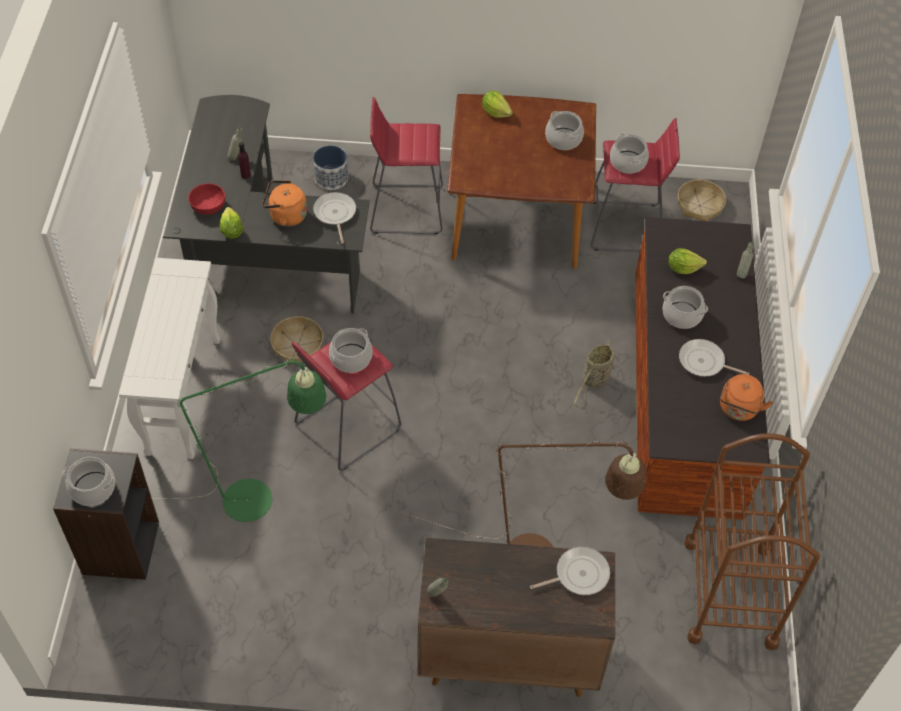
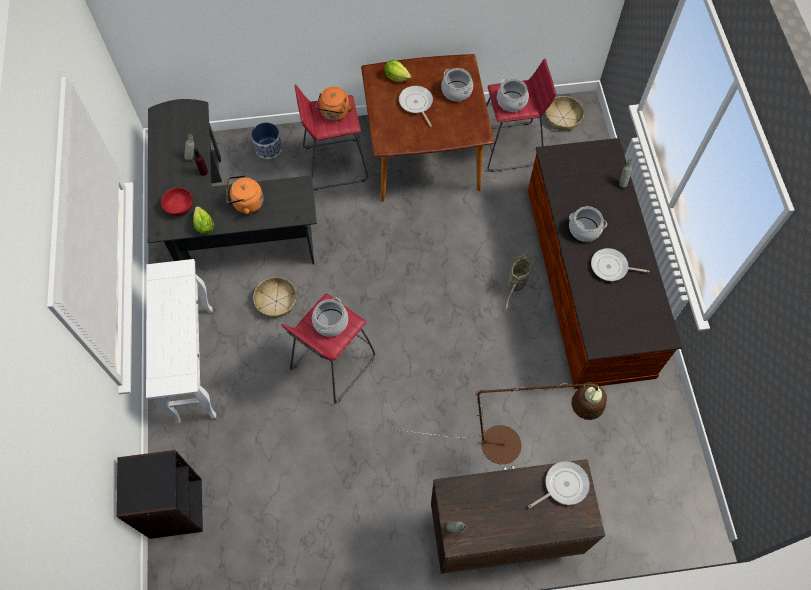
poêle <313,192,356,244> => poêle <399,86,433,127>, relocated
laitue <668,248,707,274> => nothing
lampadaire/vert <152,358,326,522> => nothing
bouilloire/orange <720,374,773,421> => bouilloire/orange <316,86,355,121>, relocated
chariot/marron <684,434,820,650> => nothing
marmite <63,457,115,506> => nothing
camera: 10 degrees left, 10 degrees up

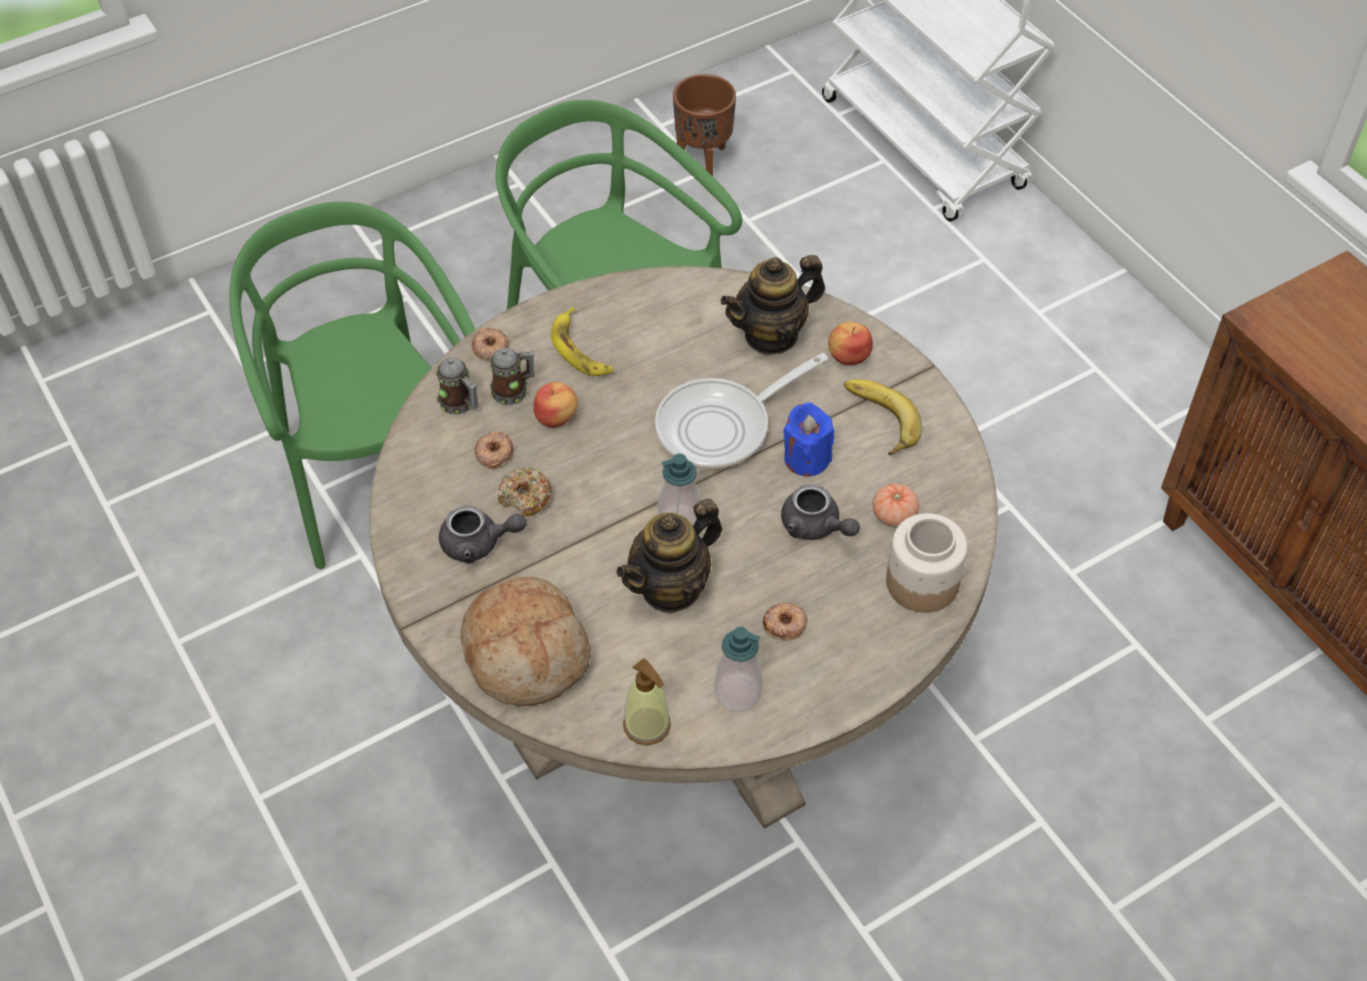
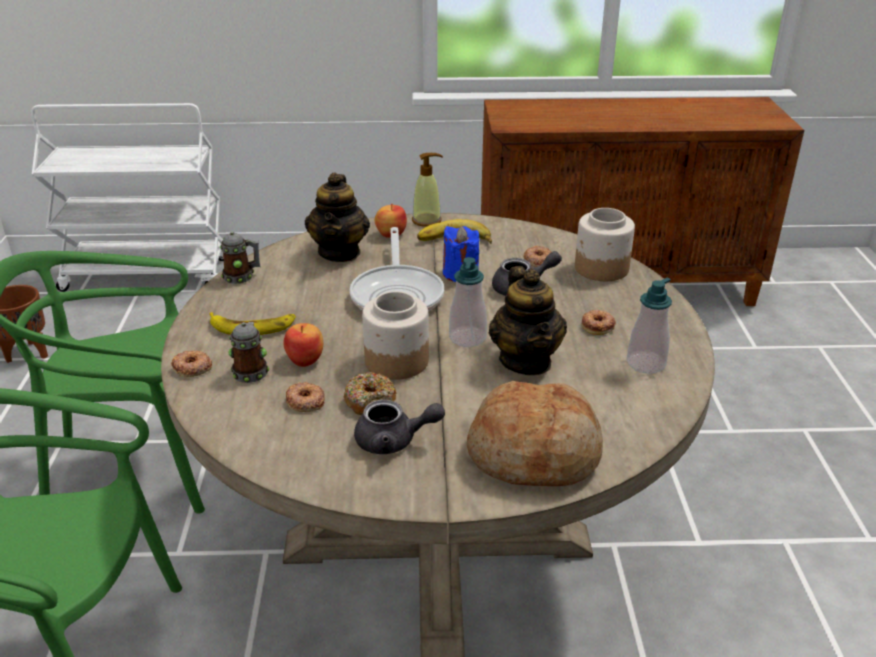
mug <436,357,479,414> => mug <220,232,261,284>, relocated
tomate <872,484,919,527> => beignet <524,246,551,267>
théière/gris <439,505,527,563> => théière/gris <354,400,445,454>, 60 degrees clockwise
distributeur de savon <623,658,671,745> => distributeur de savon <412,153,443,227>, relocated
nothing => bocal <362,291,429,380>
camera: 60 degrees left, 20 degrees down

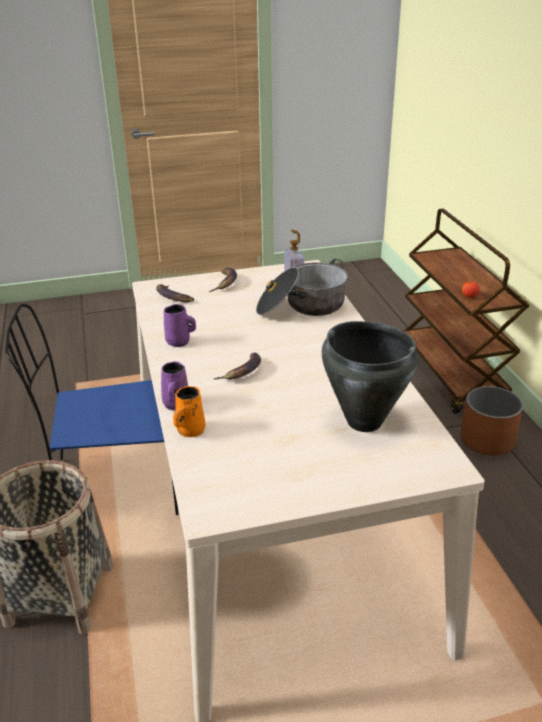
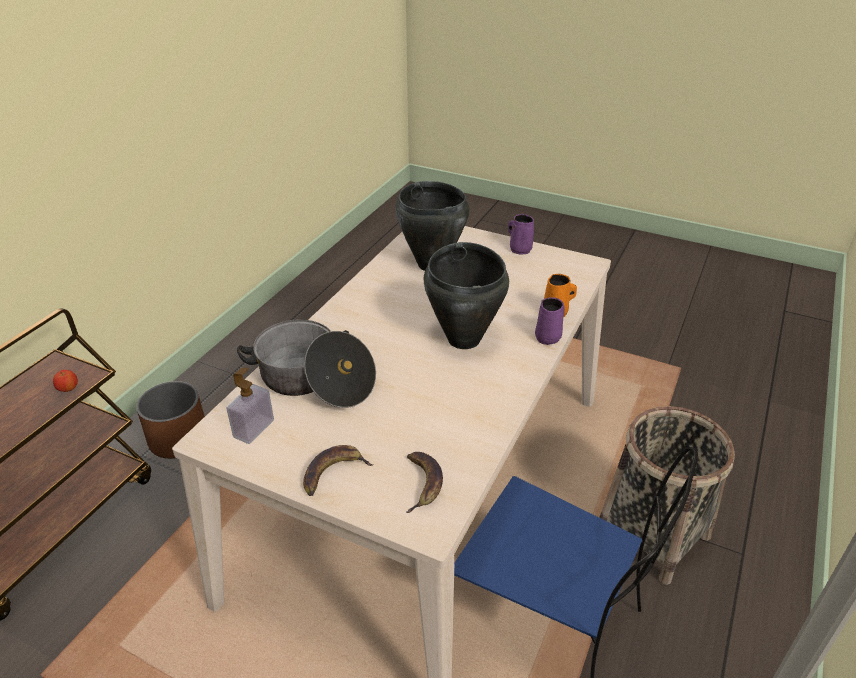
mug/violet <164,304,196,347> => mug/violet <508,214,534,255>, relocated
banane <213,352,261,380> => marmite/noir <424,242,509,349>
camera: 140 degrees left, 5 degrees up

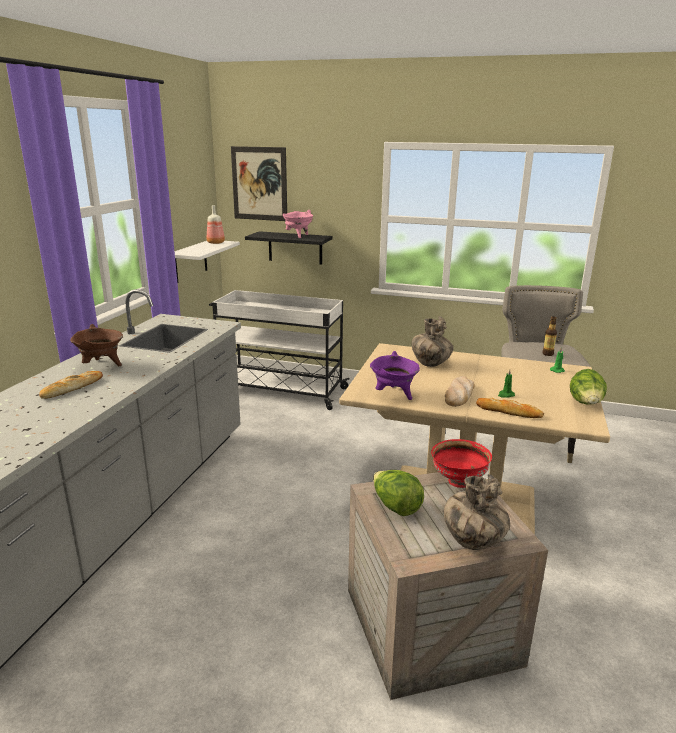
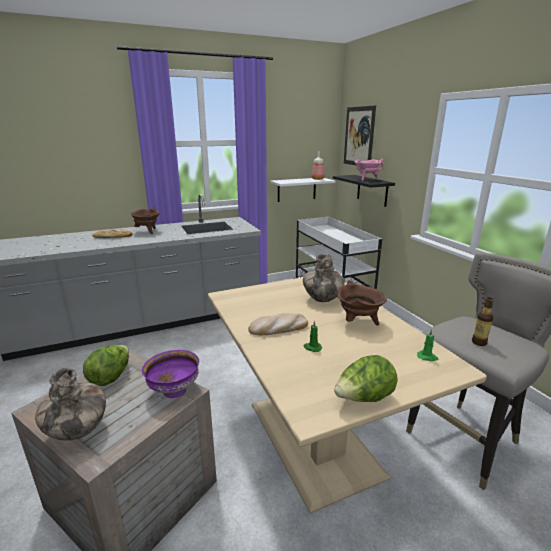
marmite/violet <370,351,420,400> => nothing
pain <476,398,544,418> => nothing
bol/rouge <431,439,492,488> => bol/violet <142,350,199,398>
nothing => marmite/marron <337,280,387,325>
camera: 50 degrees right, 0 degrees up

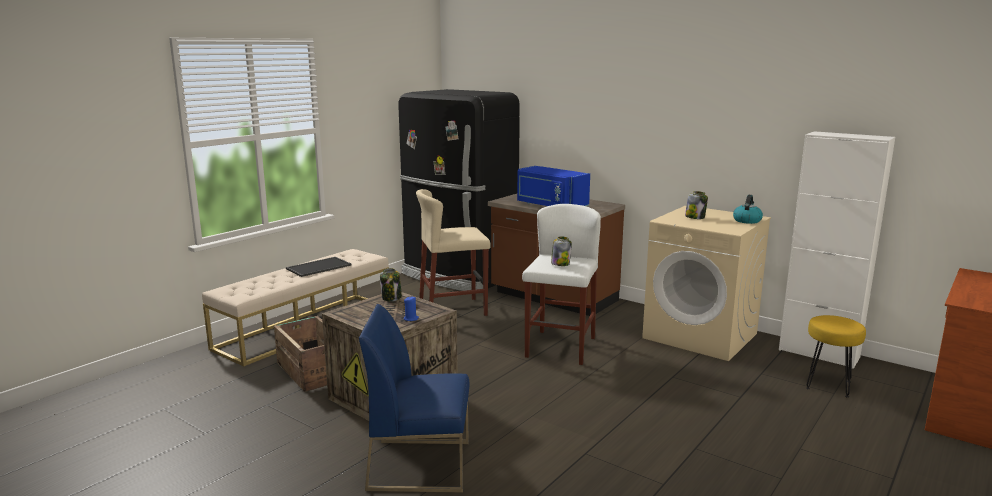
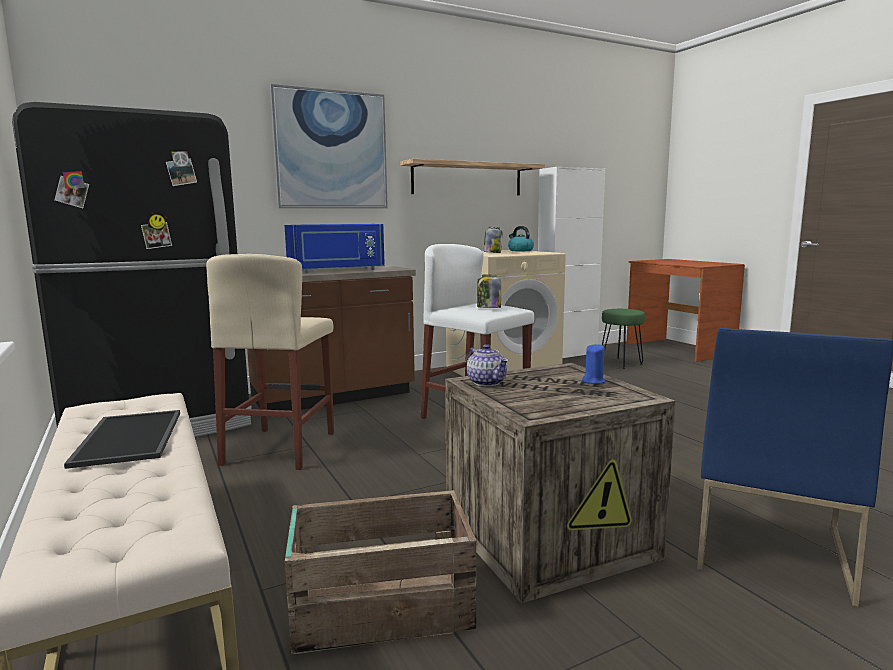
bocal <380,268,402,301> => théière <467,344,509,386>
tabouret/jaune <806,315,866,398> => tabouret/vert <602,309,645,369>
nothing => tableau <270,84,388,208>
nothing => étagère <400,159,545,195>
camera: 65 degrees left, 5 degrees down

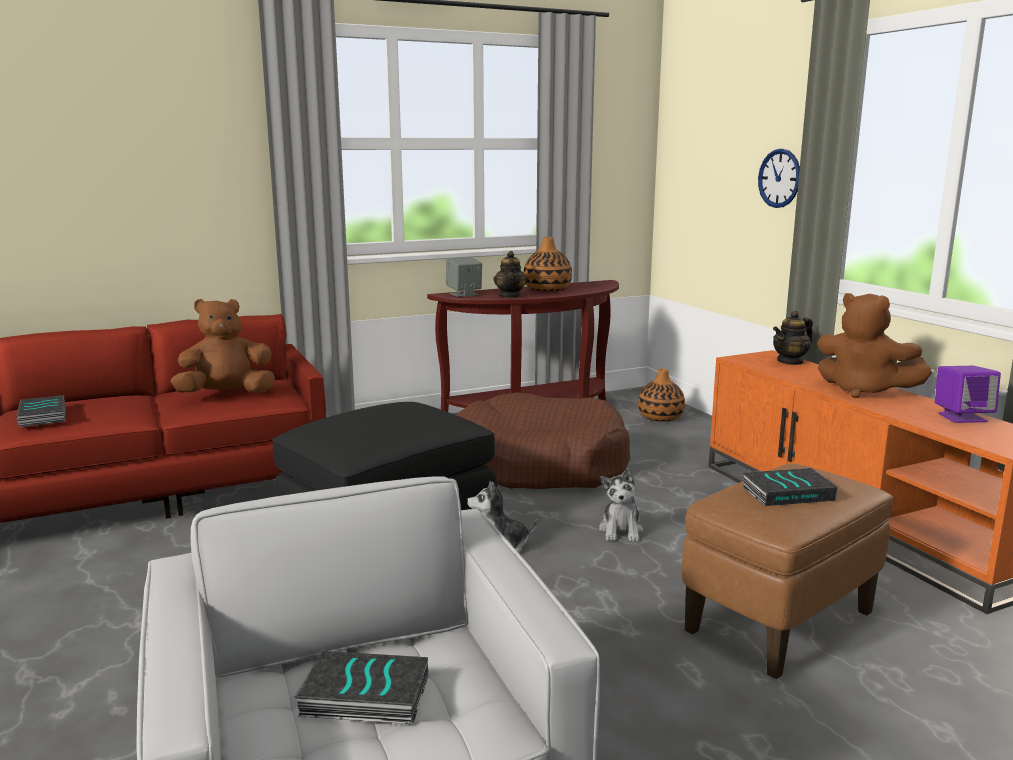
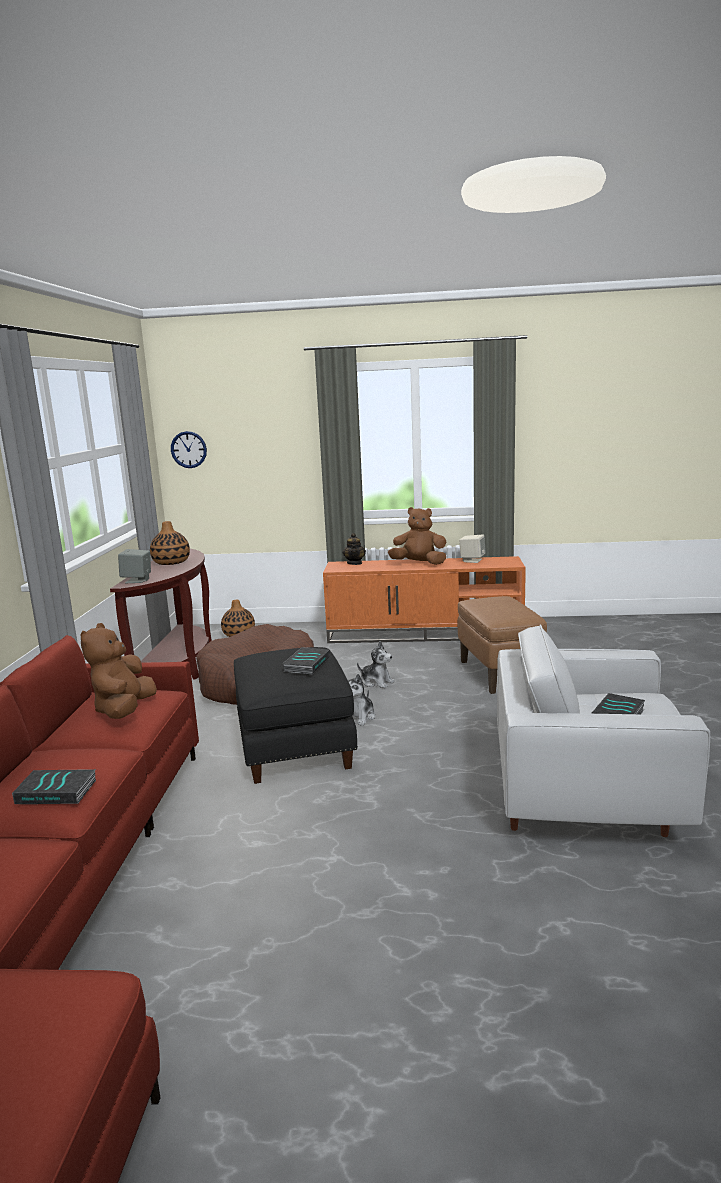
horloge murale <758,149,800,208> => horloge murale <171,431,207,468>, relocated
théière <493,251,527,298> => nothing
peluche/marron <817,293,932,398> => peluche/marron <388,507,447,565>, 150 degrees counterclockwise
enceinte/violet <935,366,1001,423> => enceinte/beige <459,535,486,563>
livre <742,468,837,506> => livre <282,647,330,675>, relocated
camera: 60 degrees left, 0 degrees up

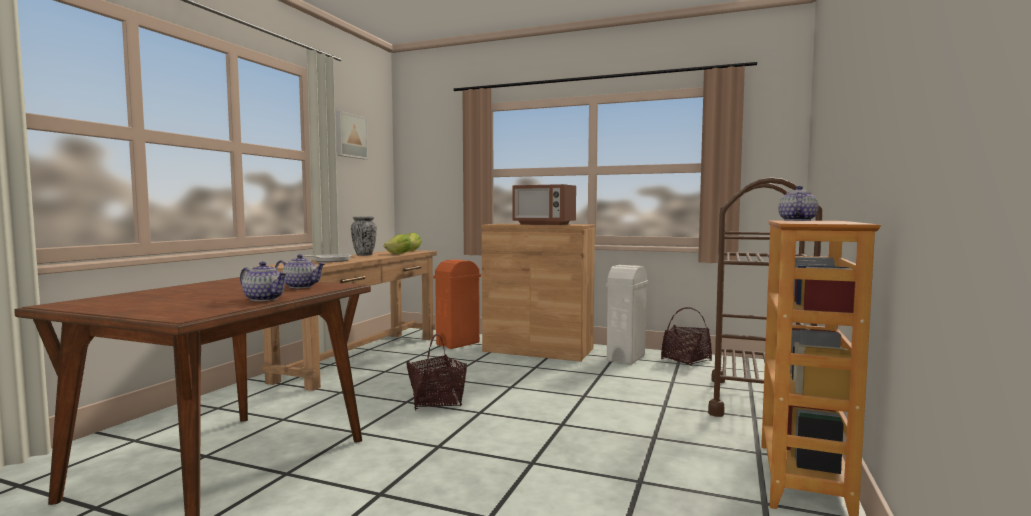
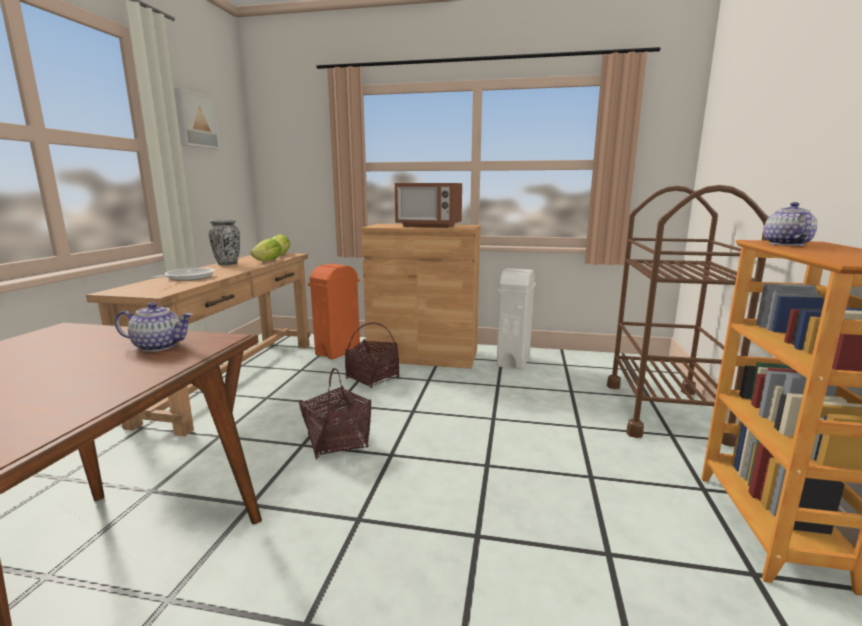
théière <240,262,287,301> => nothing
panier <661,307,712,366> => panier <345,322,399,388>, relocated
camera: 10 degrees left, 10 degrees up

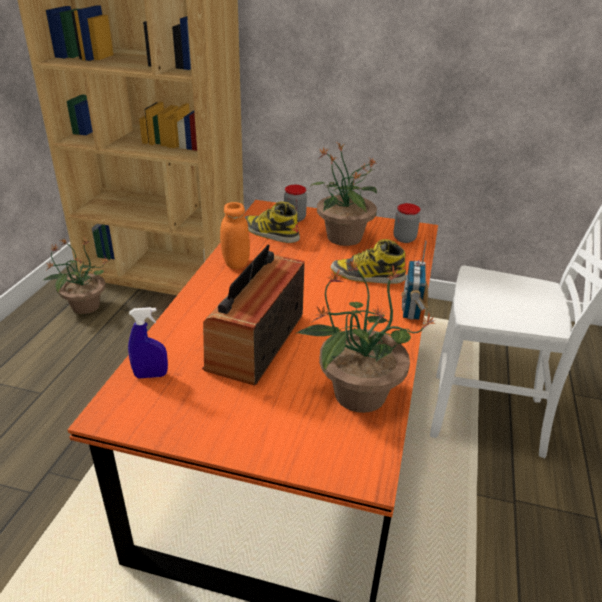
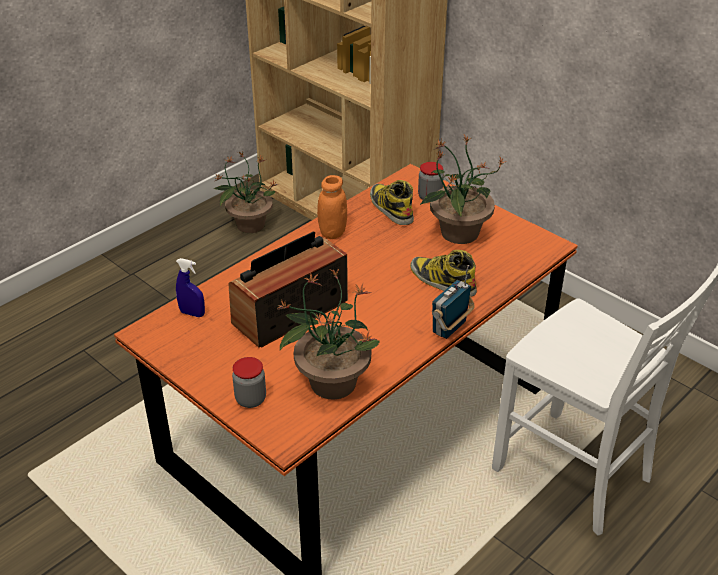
bocal <393,203,420,243> => bocal <232,357,266,408>, relocated
camera: 30 degrees right, 5 degrees up

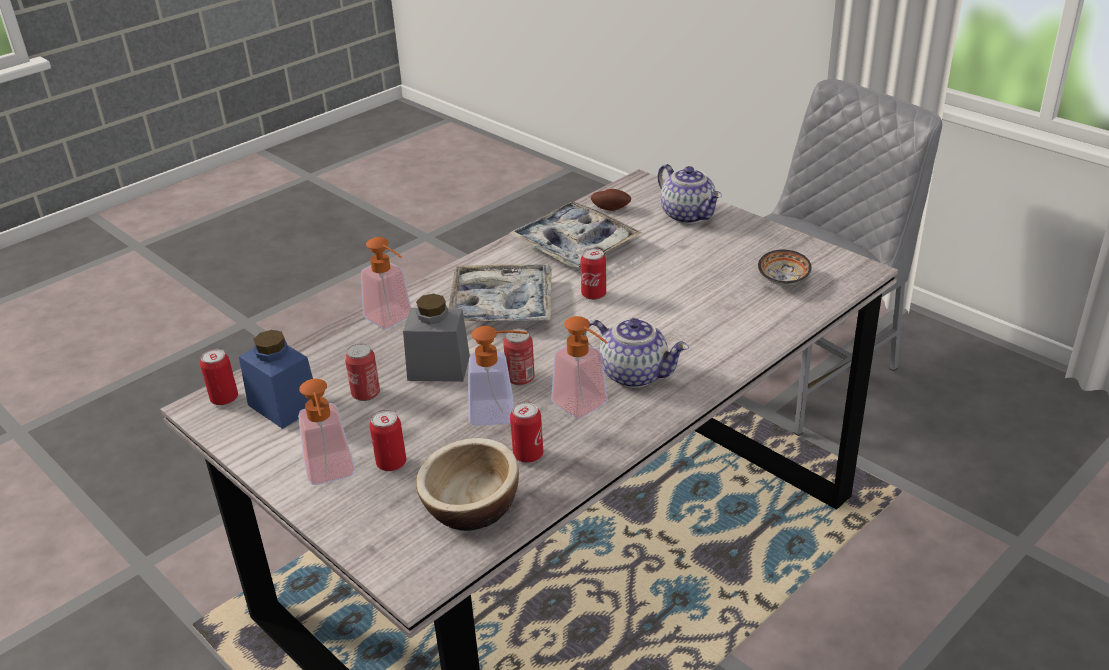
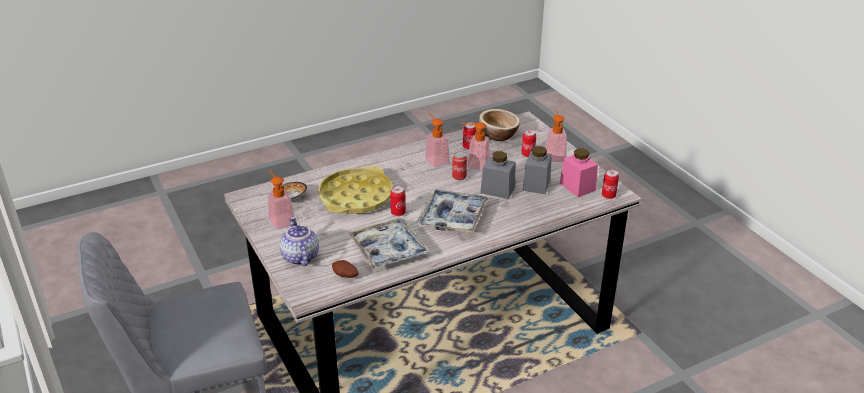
distributeur de savon <361,237,412,329> => distributeur de savon <268,170,295,230>, relocated
théière <582,318,689,388> => nothing
bocal/bleu <239,330,313,429> => bocal/rose <560,148,598,197>
boîte métallique <345,344,380,401> => bocal/gris <523,146,552,194>
nothing => plateau/jaune <318,166,393,214>
camera: 165 degrees left, 0 degrees up

